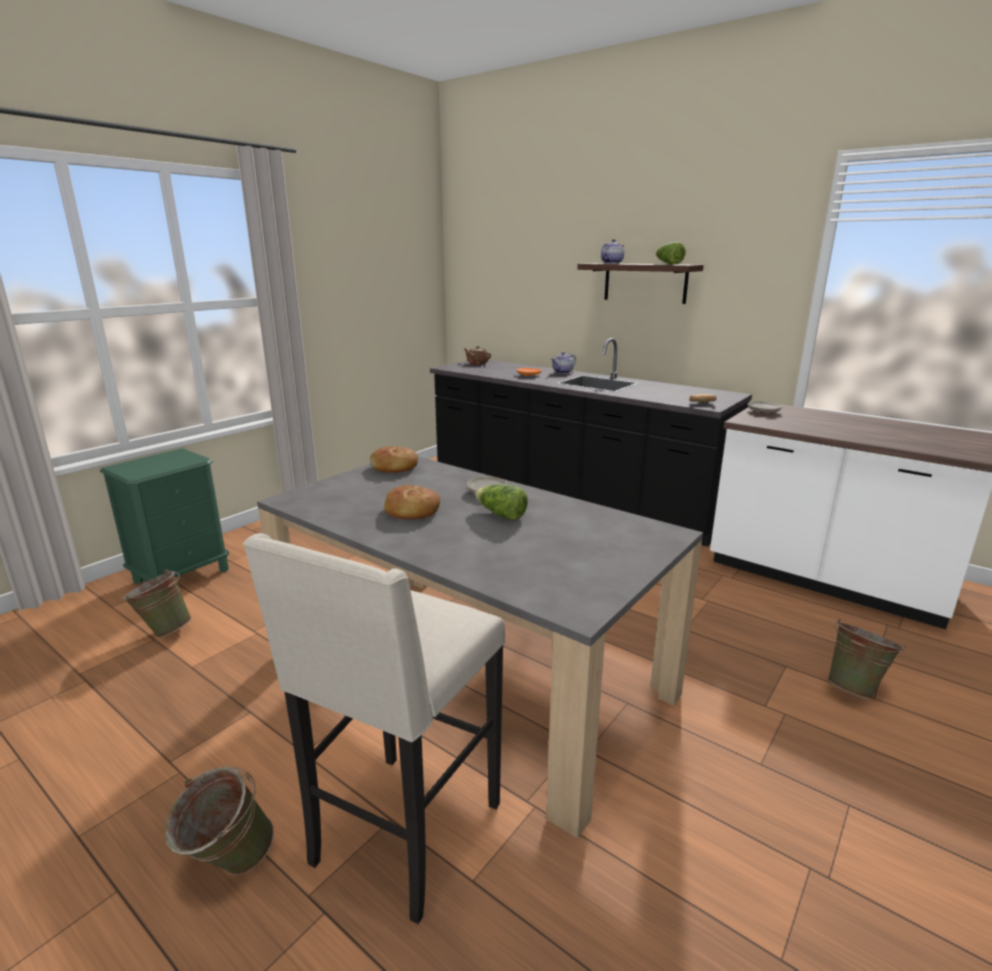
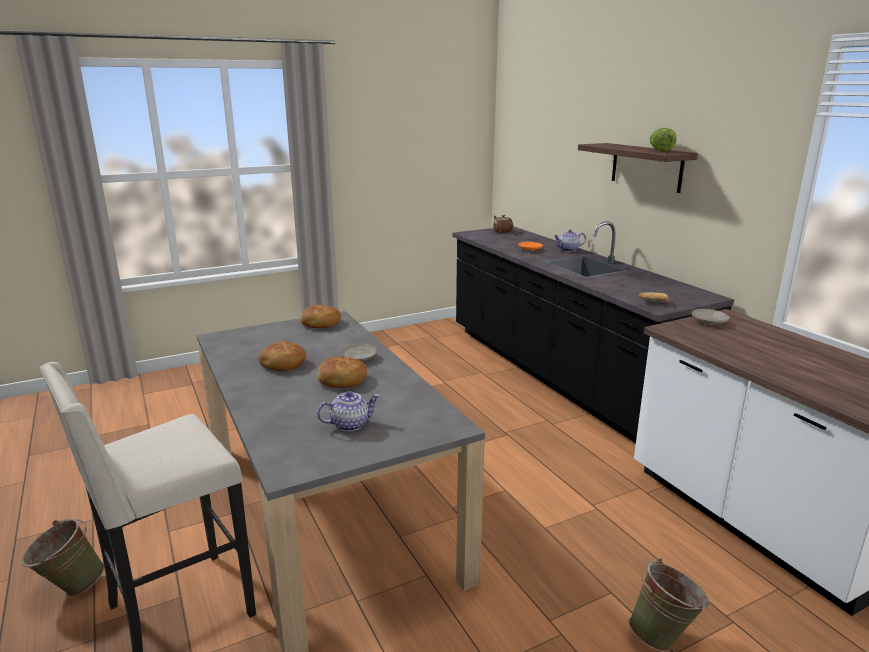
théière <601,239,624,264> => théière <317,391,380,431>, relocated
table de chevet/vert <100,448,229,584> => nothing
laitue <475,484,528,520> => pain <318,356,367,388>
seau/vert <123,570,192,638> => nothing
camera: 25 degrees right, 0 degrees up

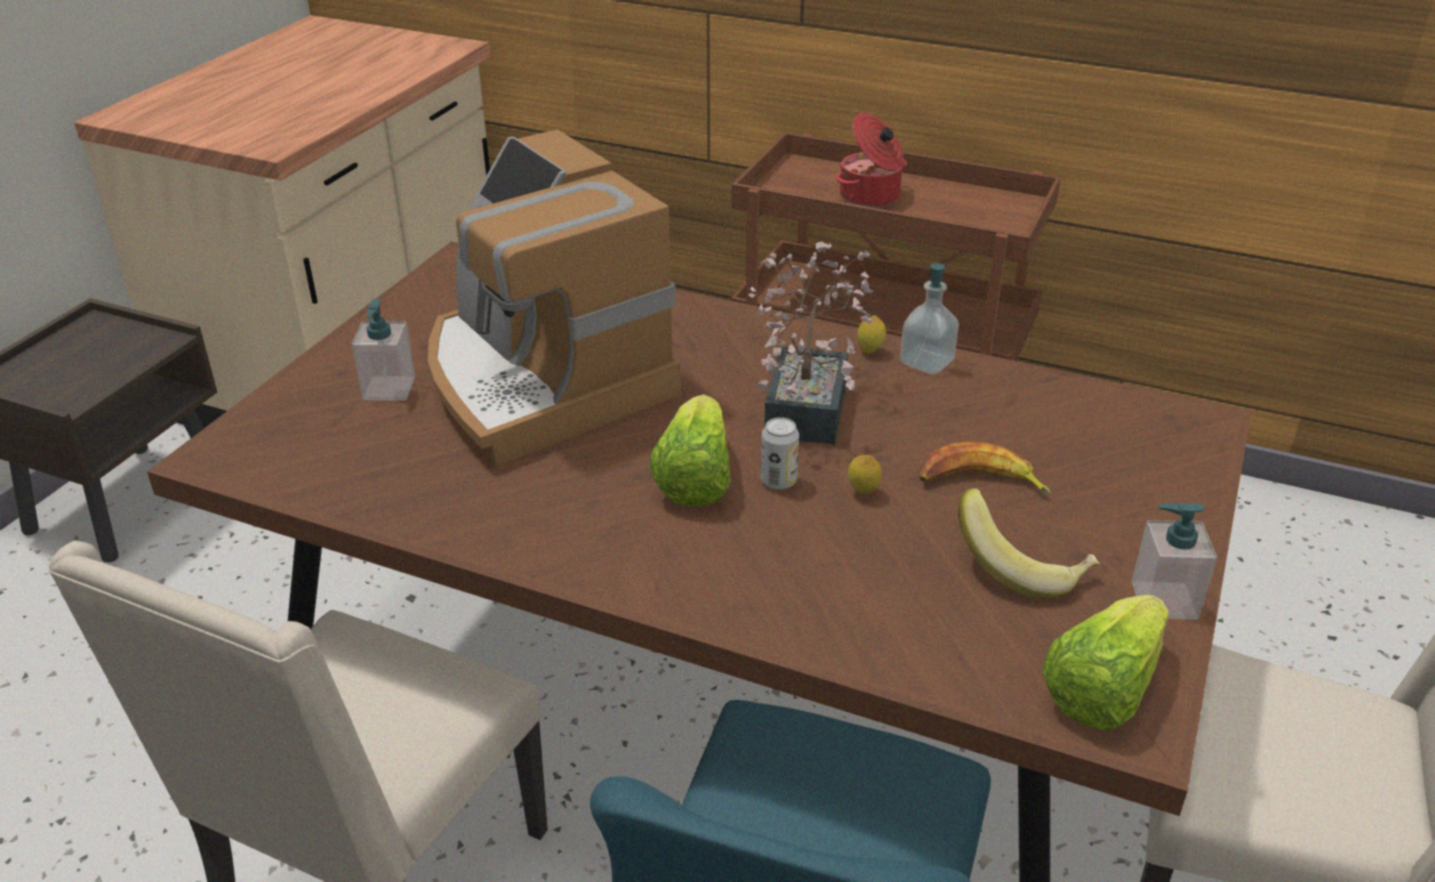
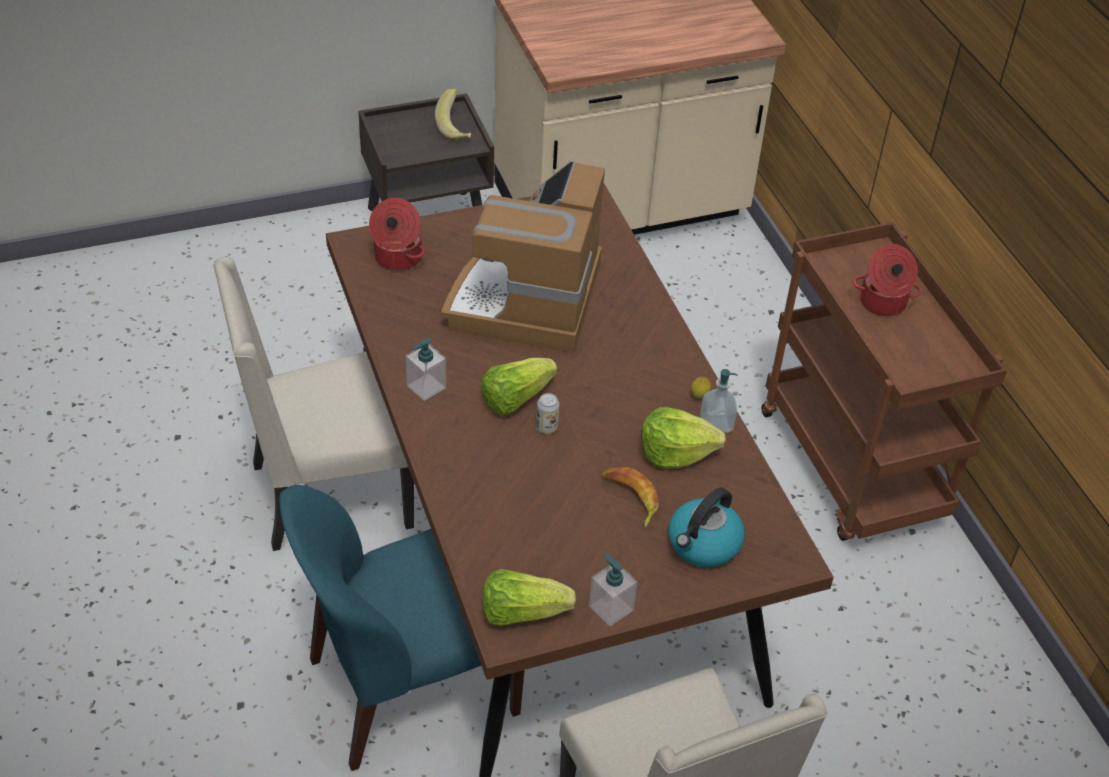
plante en pot <749,241,874,445> => nothing
distributeur de savon <352,298,415,400> => distributeur de savon <406,338,446,401>, relocated
citron <848,455,882,494> => nothing
banane <958,488,1100,599> => banane <435,88,471,140>, relocated
nothing => marmite <369,198,425,271>
nothing => laitue <641,407,726,469>
nothing => bouilloire <669,487,745,567>
camera: 45 degrees right, 10 degrees up

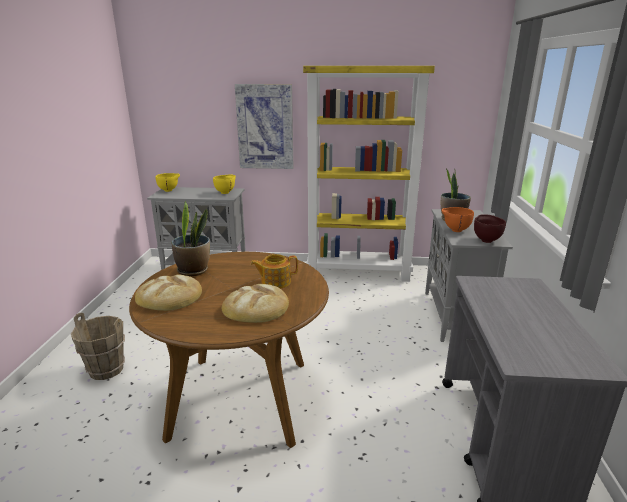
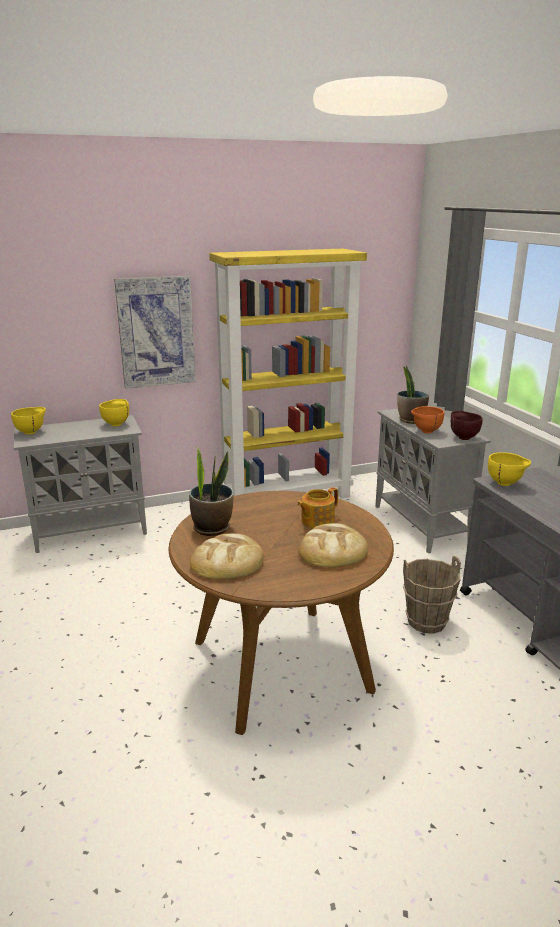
seau/marron <71,313,125,380> => seau/marron <403,556,461,634>, relocated
nothing => bol/jaune <488,452,531,486>
camera: 25 degrees left, 0 degrees up

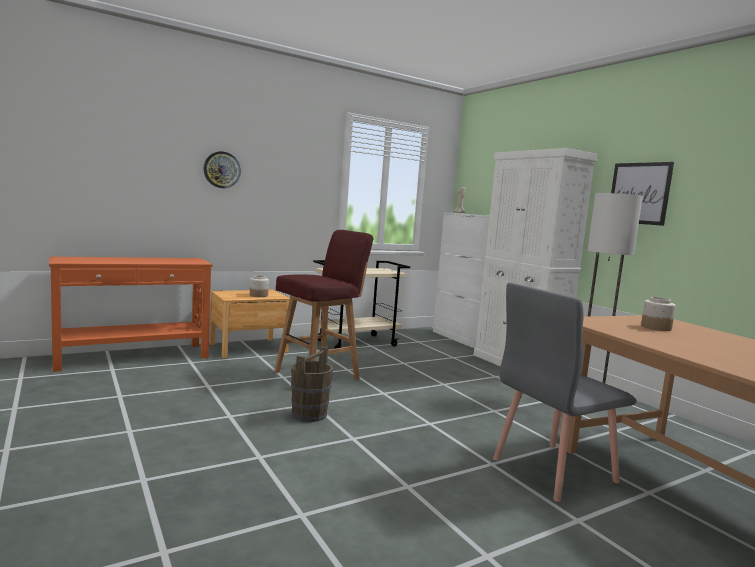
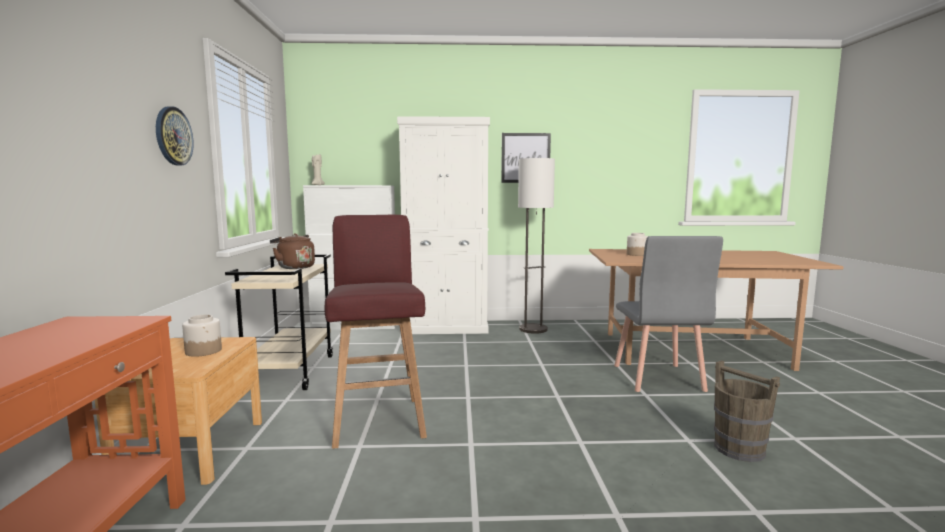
horloge murale <204,151,241,188> => horloge murale <156,106,194,165>, relocated
seau/marron <291,346,333,422> => seau/marron <714,360,780,462>, relocated
nothing => bouilloire/marron <270,234,315,269>
camera: 60 degrees left, 0 degrees up

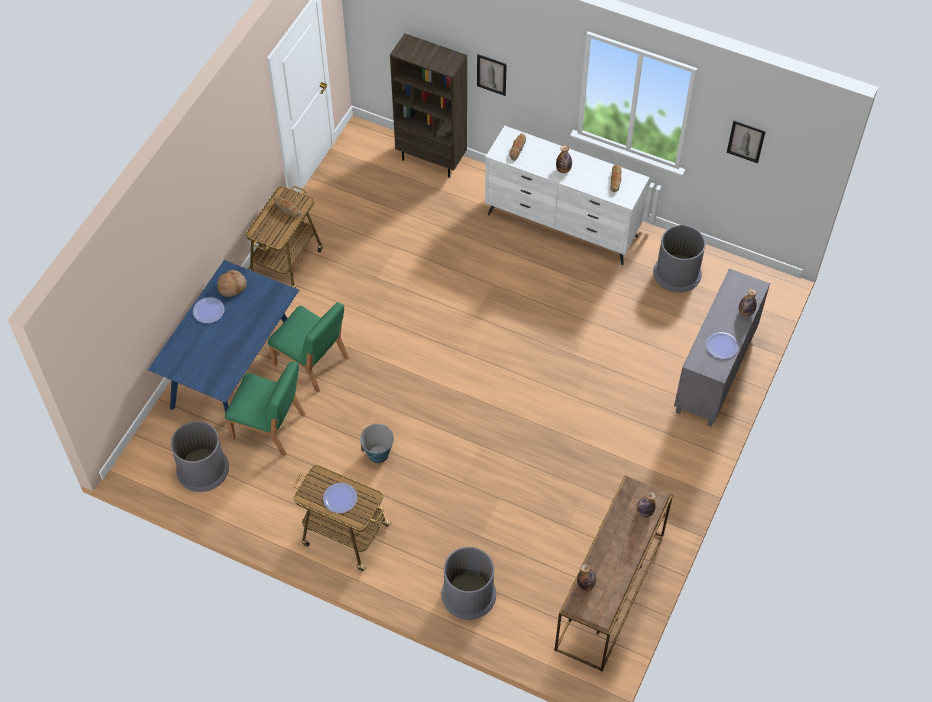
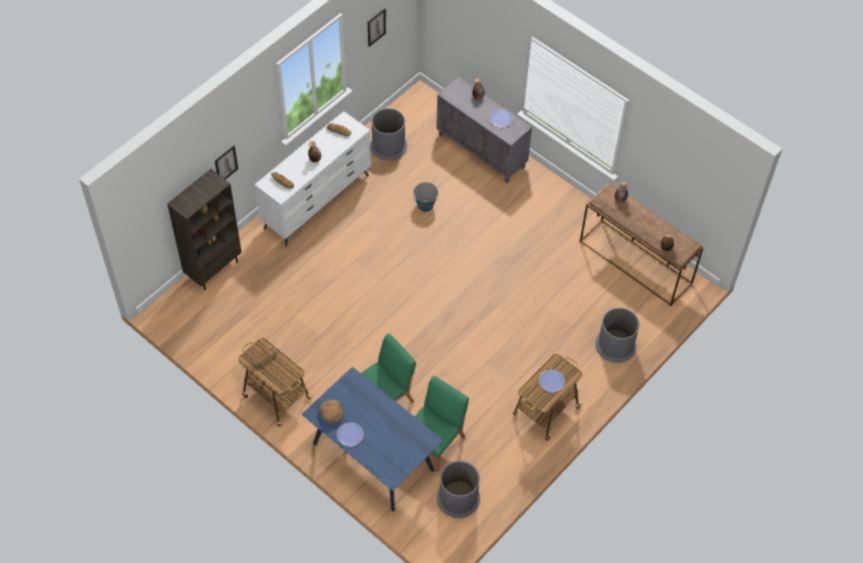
seau <360,423,394,463> => seau <413,182,438,212>, relocated
camera: 75 degrees left, 0 degrees up

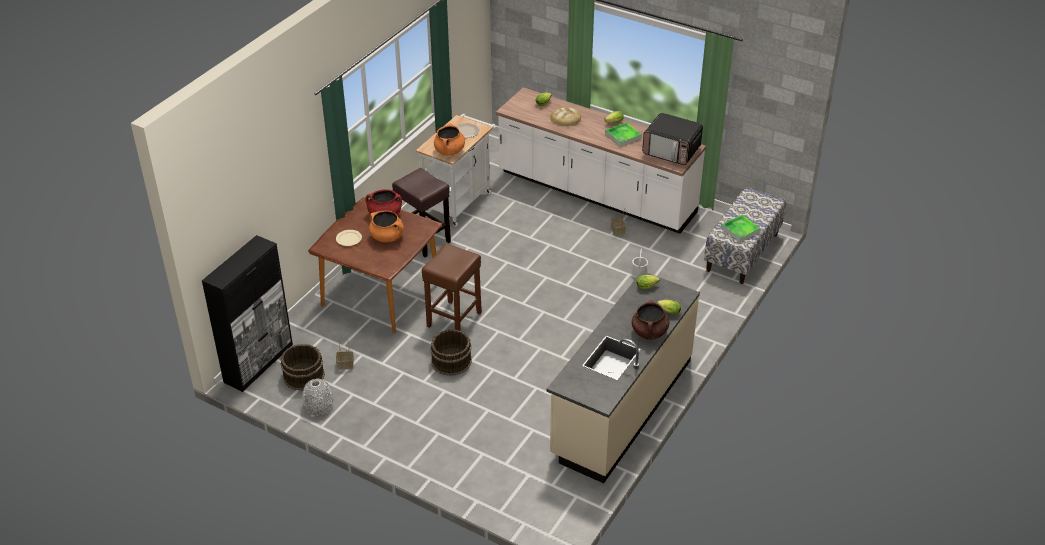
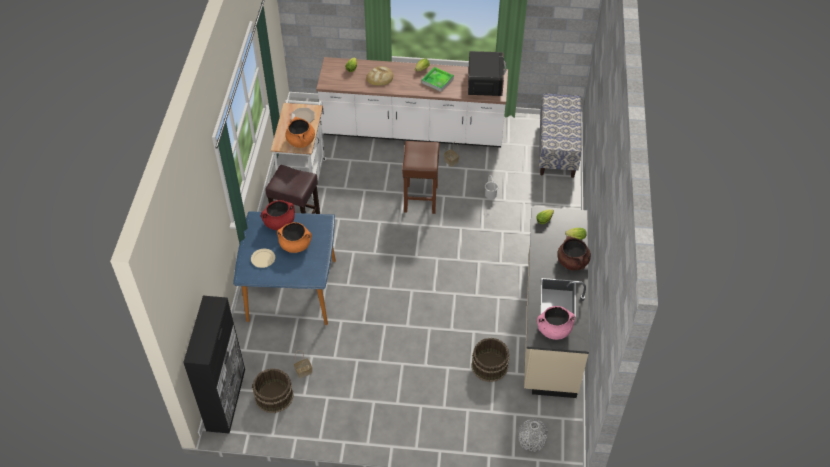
micro-ondes <642,113,703,165> => micro-ondes <468,51,507,96>, 90 degrees counterclockwise
table à manger/marron <308,197,442,333> => table à manger/bleu <233,211,336,325>
plateau <721,215,761,242> => nothing
tabouret/marron <422,243,482,331> => tabouret/marron <402,141,440,214>, relocated
seau/marron <430,329,472,376> => seau/marron <471,338,510,382>, relocated
vase/gris <302,378,333,416> => vase/gris <519,418,548,452>, relocated
nothing => marmite/rose <537,306,575,340>
camera: 25 degrees left, 10 degrees up

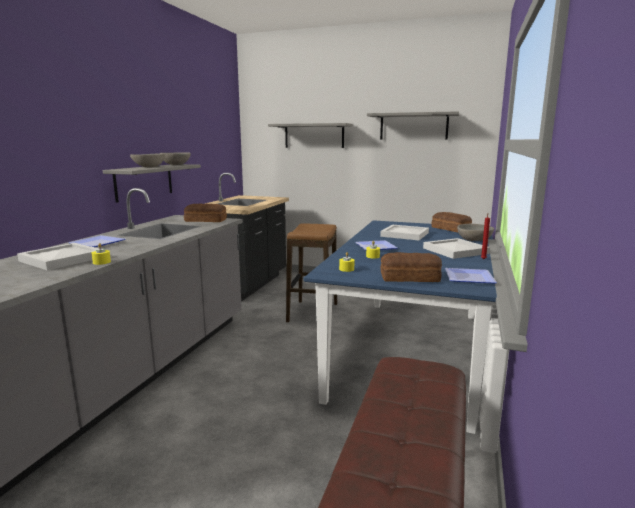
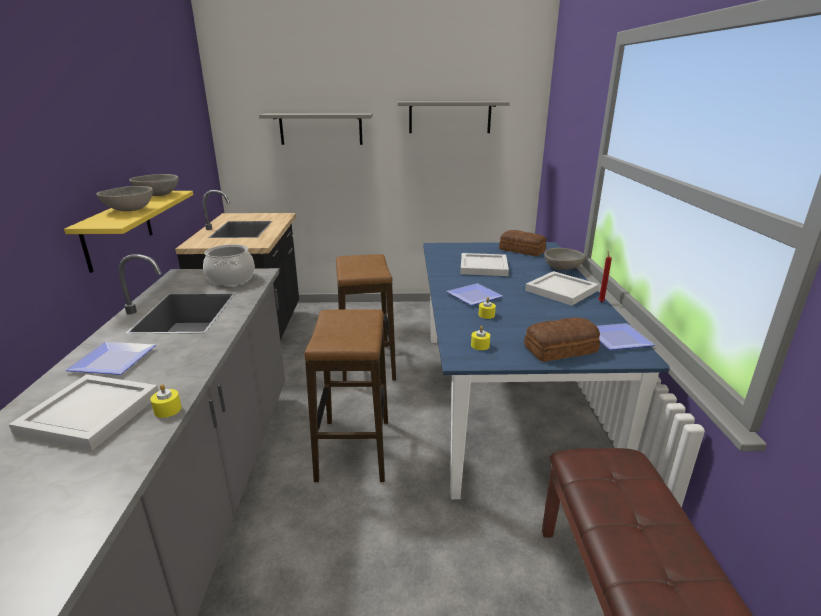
étagère/gris <103,164,201,203> => étagère/jaune <64,191,193,273>
pain <184,204,227,222> => marmite <203,244,255,285>
nothing => tabouret <304,309,388,482>
camera: 20 degrees left, 10 degrees up

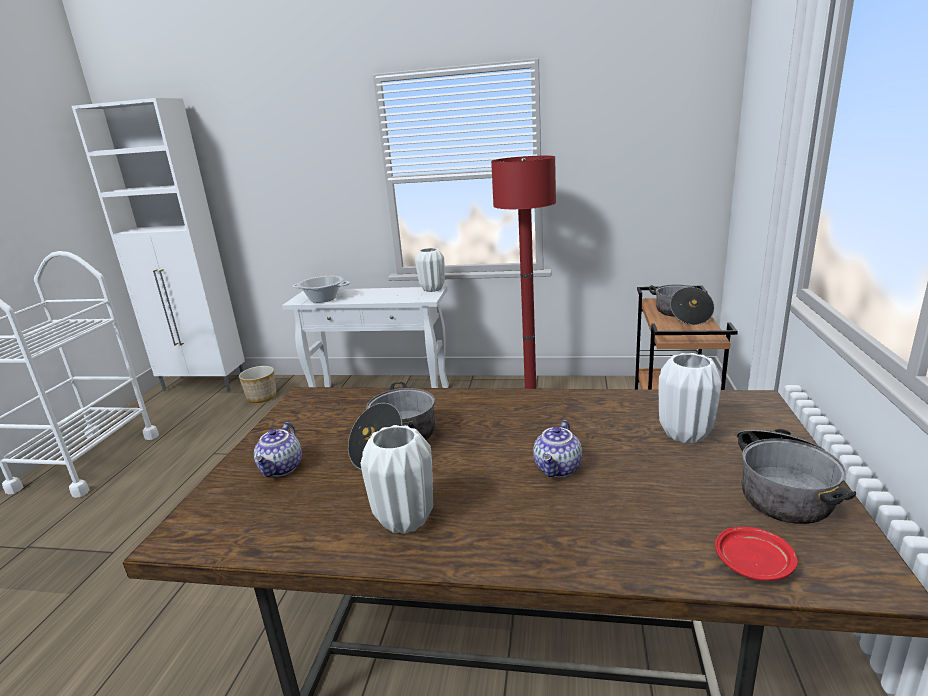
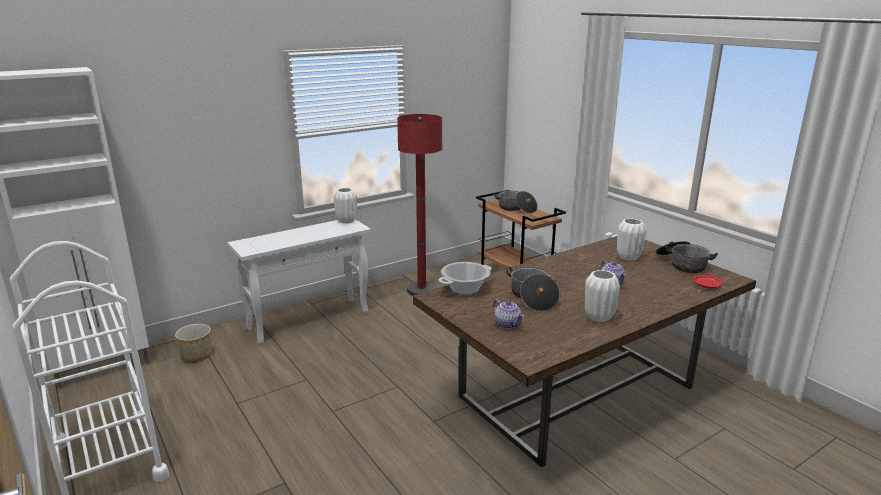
marmite <292,276,350,303> => marmite <439,262,492,294>, relocated
camera: 45 degrees left, 0 degrees up

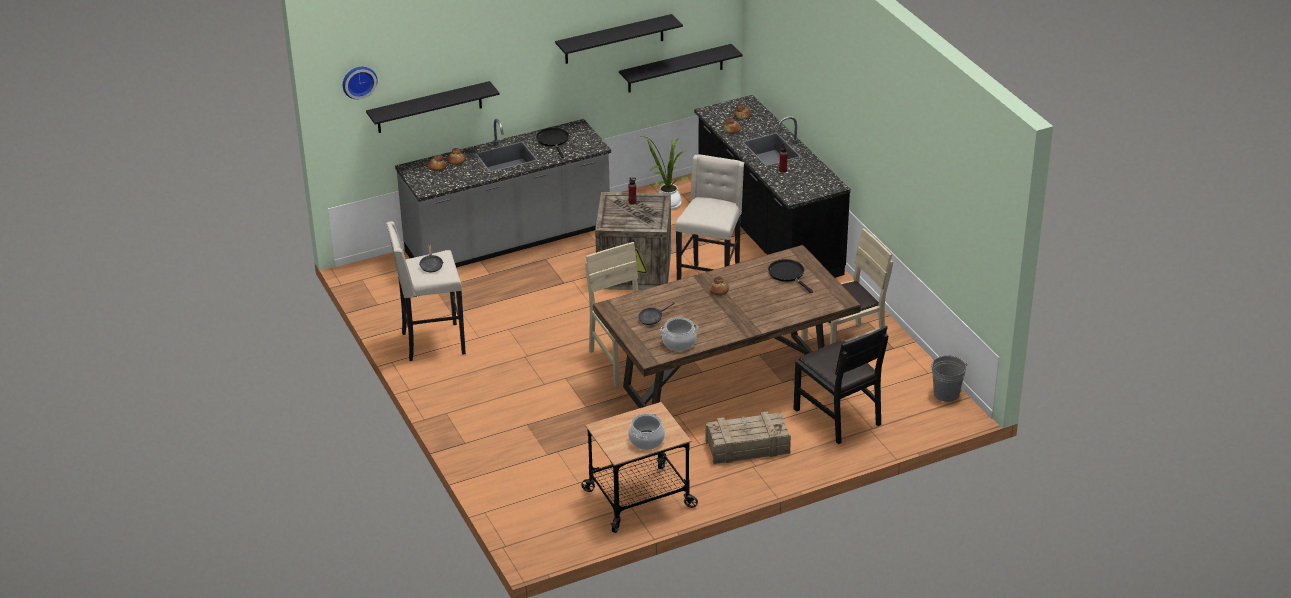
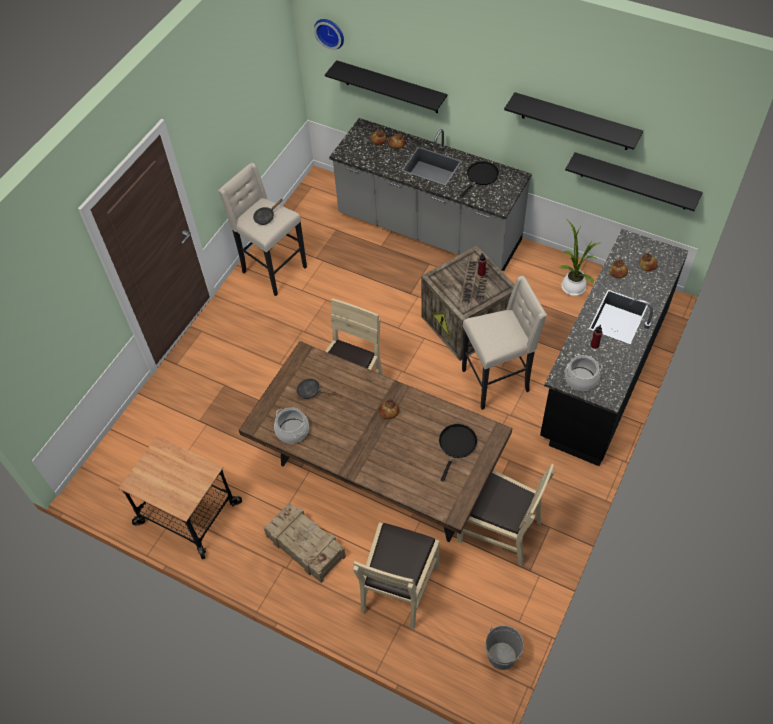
chaise/noir <794,325,888,444> => chaise/beige <353,522,440,630>
marmite <628,414,665,450> => marmite <564,355,603,391>, relocated
camera: 55 degrees right, 20 degrees up

